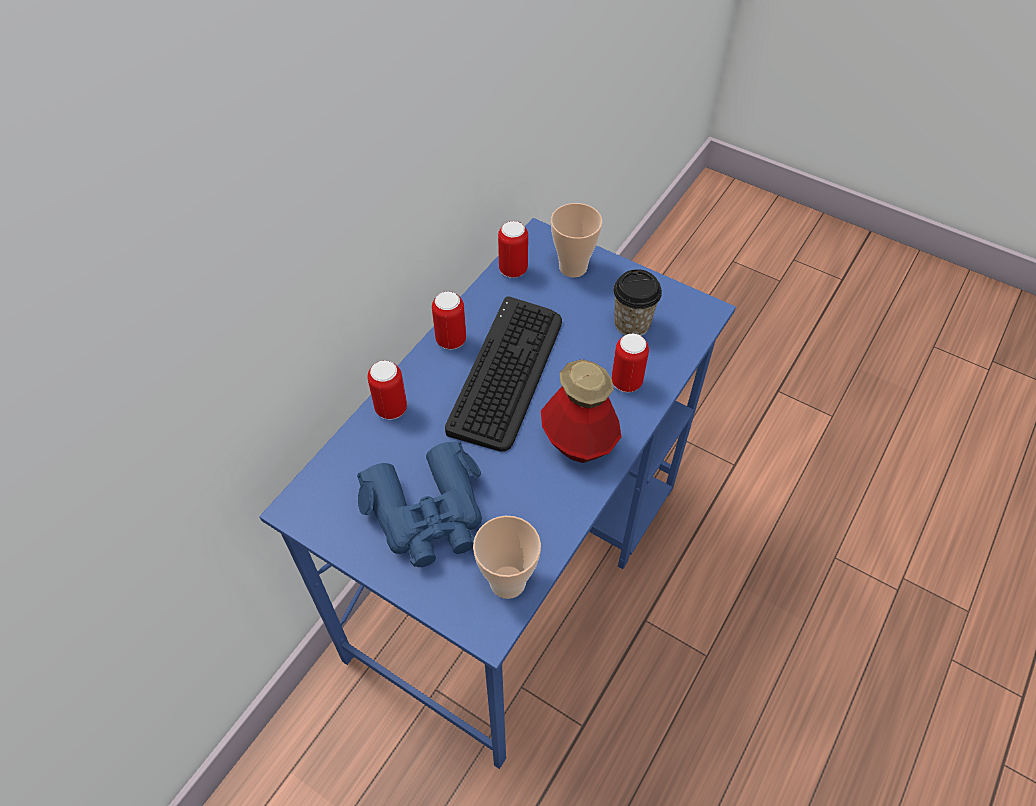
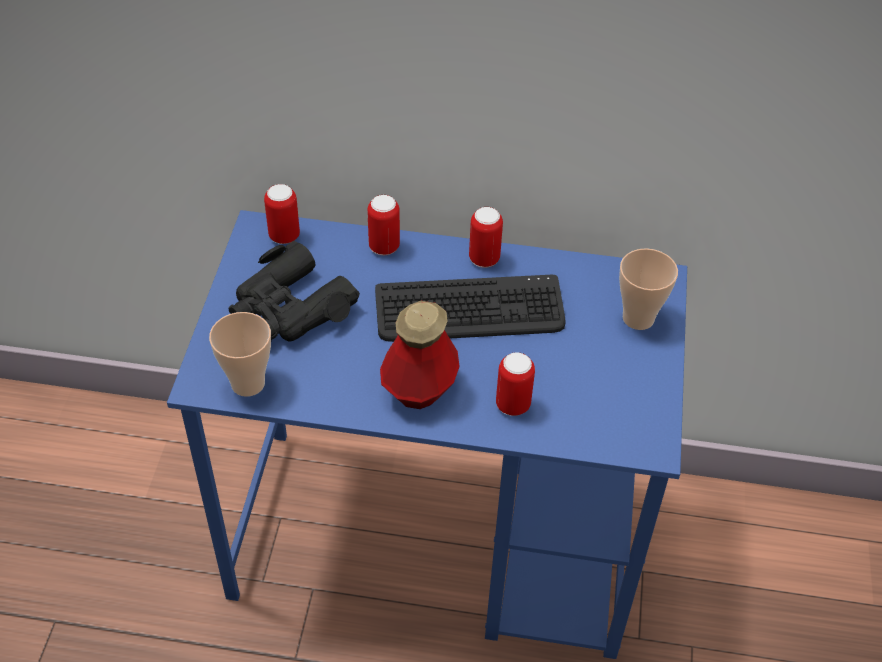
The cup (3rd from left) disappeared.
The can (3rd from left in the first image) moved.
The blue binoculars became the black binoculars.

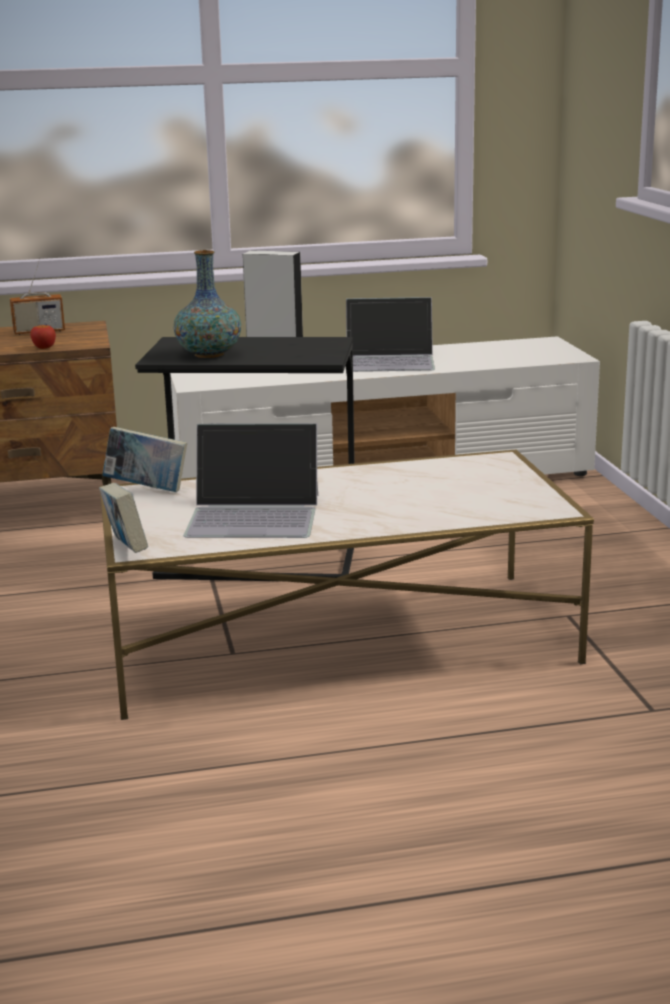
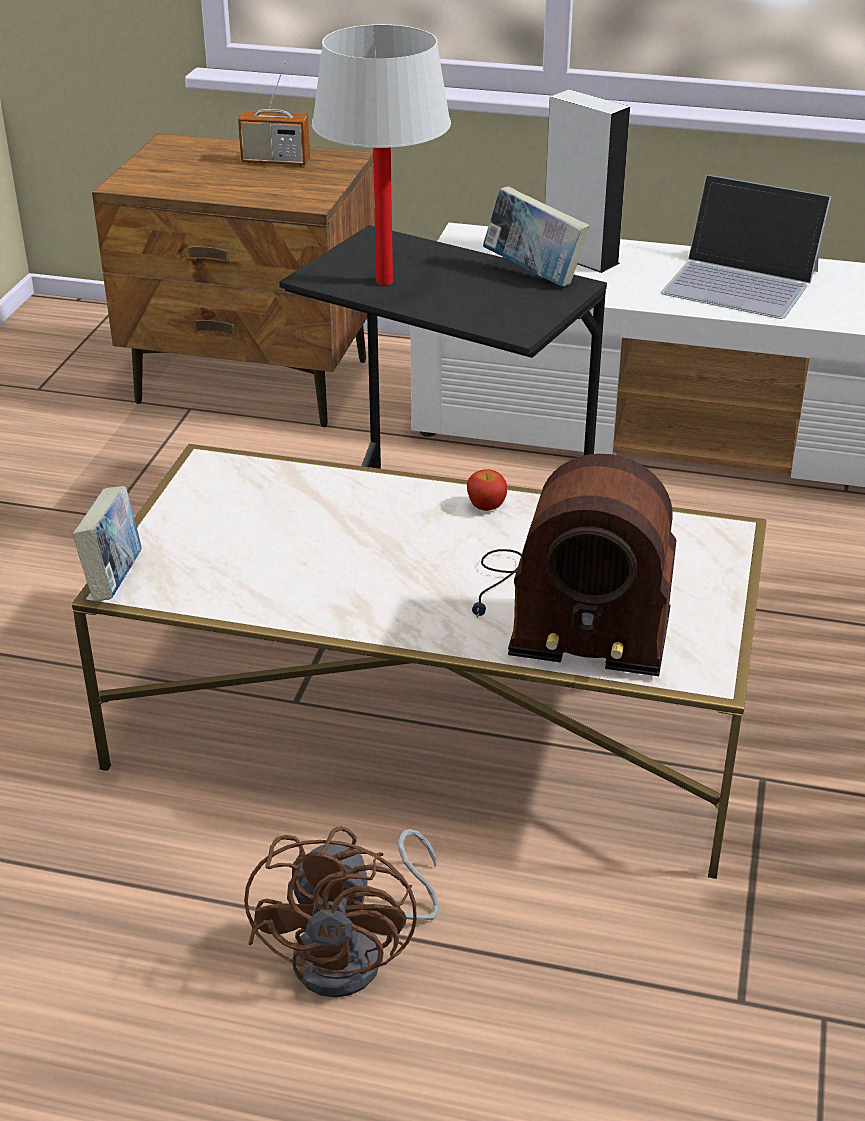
The laptop (1st from left) disappeared.
The brown fan appeared.
The radio (2nd from left) appeared.
The apple moved.
The book (2nd from left) moved.
The vase was replaced by the white table lamp.

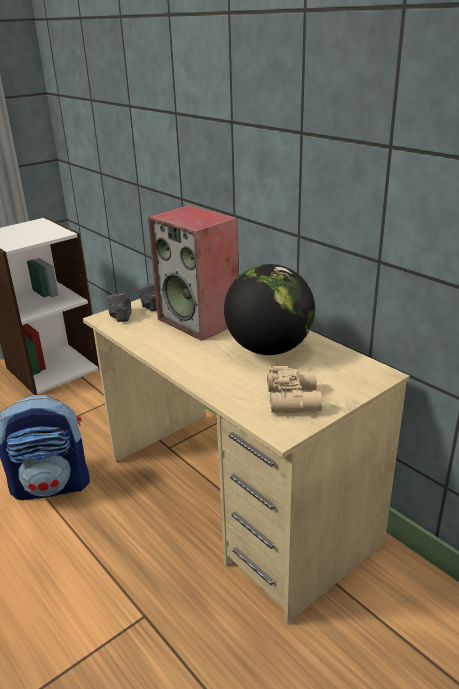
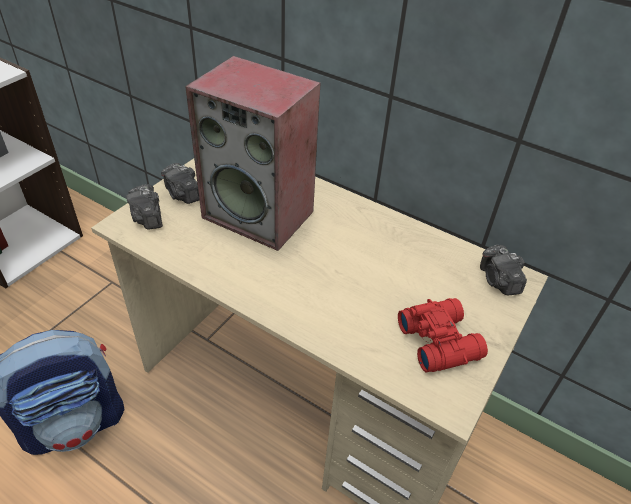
The globe disappeared.
The photo camera (3rd from left) appeared.
The beige binoculars became the red binoculars.

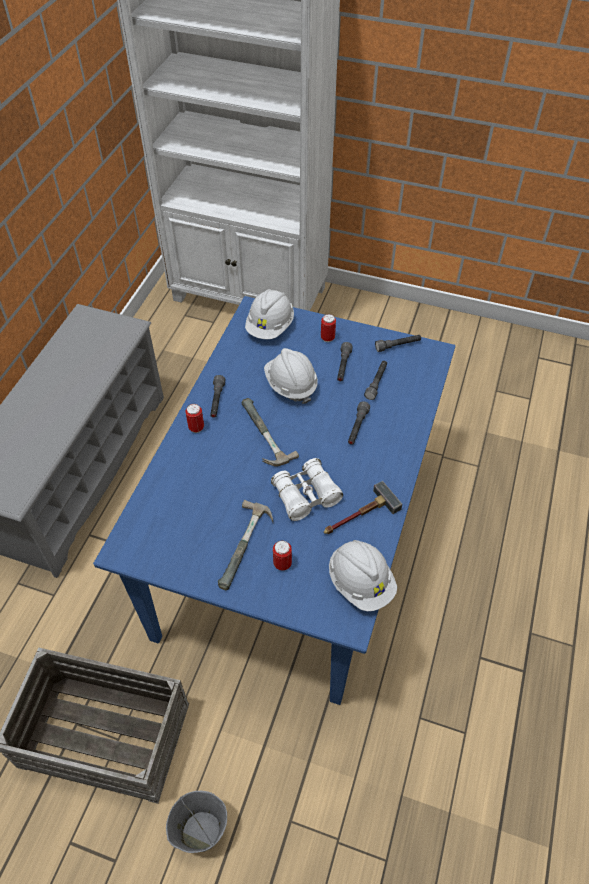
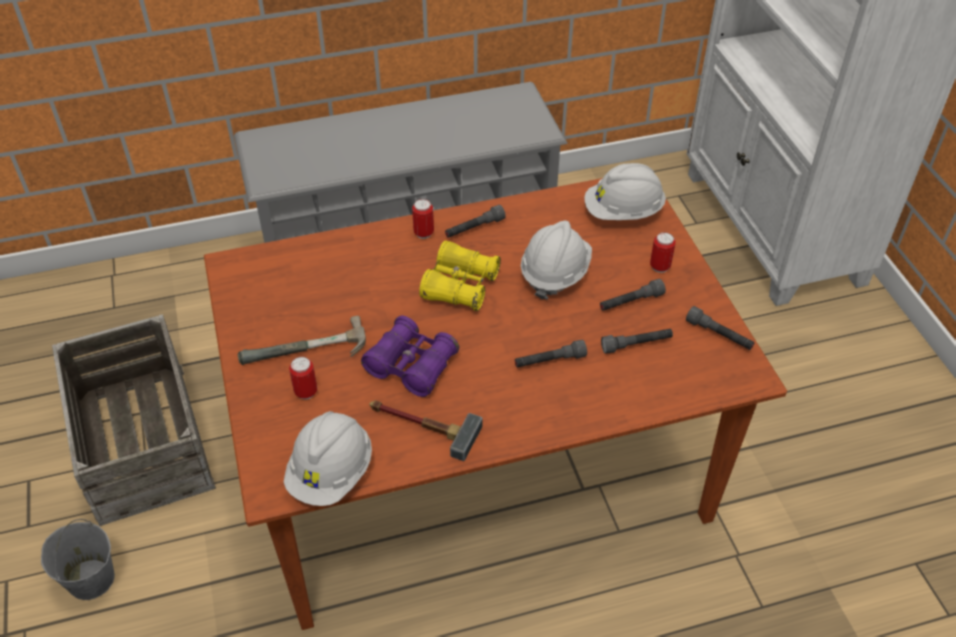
The hammer (2nd from left) was replaced by the yellow binoculars.
The blue dining table became the brown dining table.
The white binoculars became the purple binoculars.

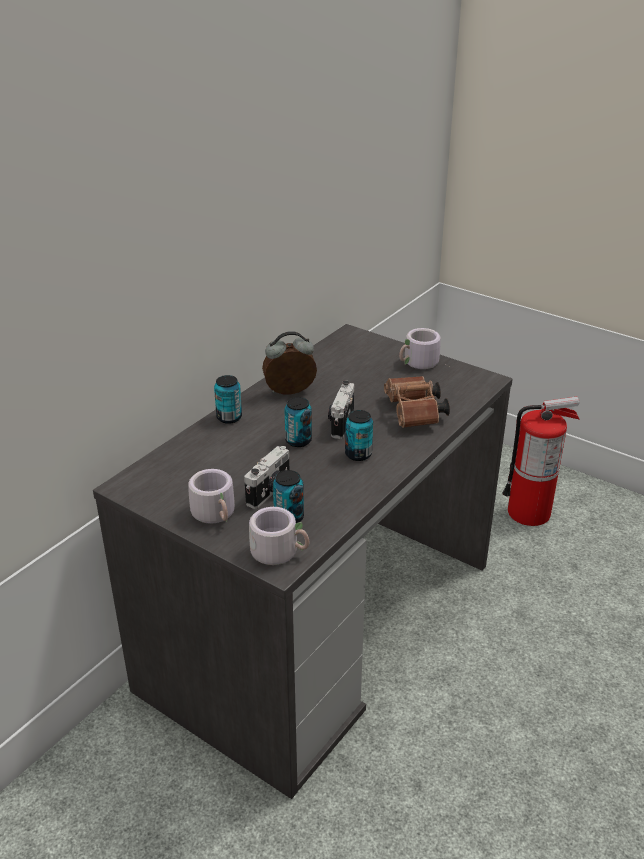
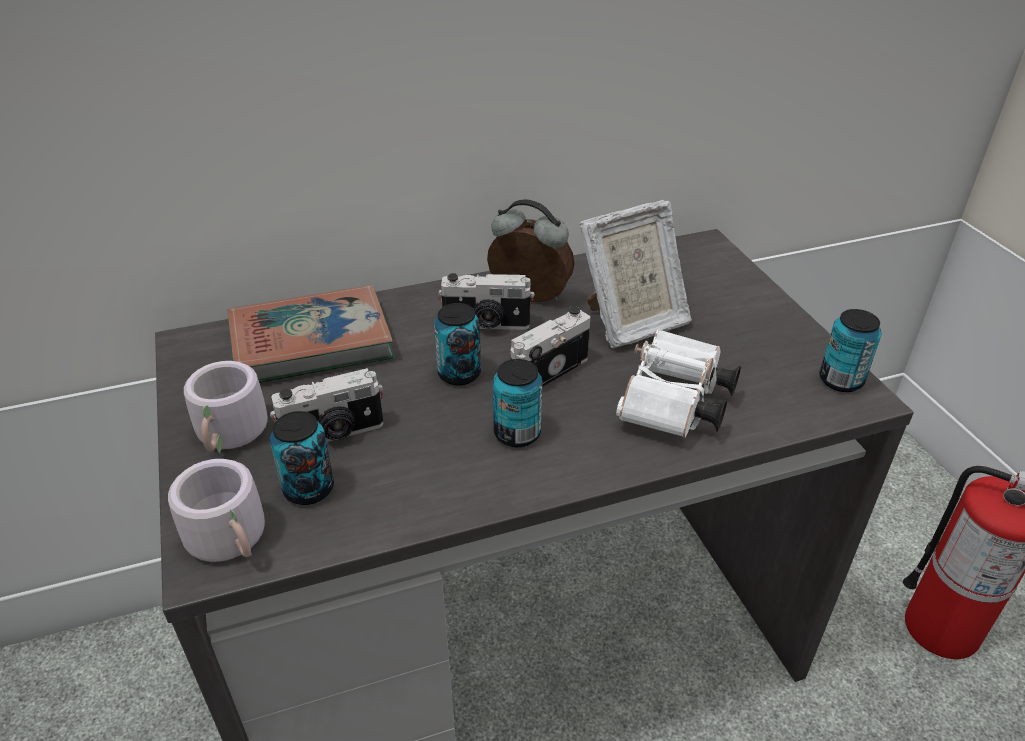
The grey mug (3rd from left) disappeared.
The book appeared.
The photo camera (2nd from left) appeared.
The picture frame appeared.
The can (1st from left in the first image) moved.
The brown binoculars became the white binoculars.

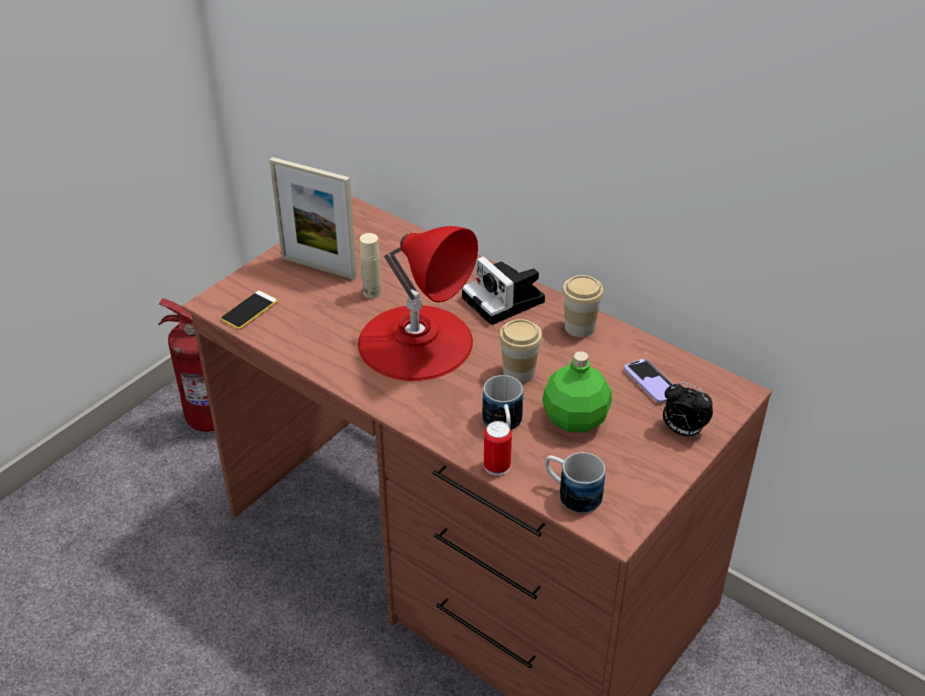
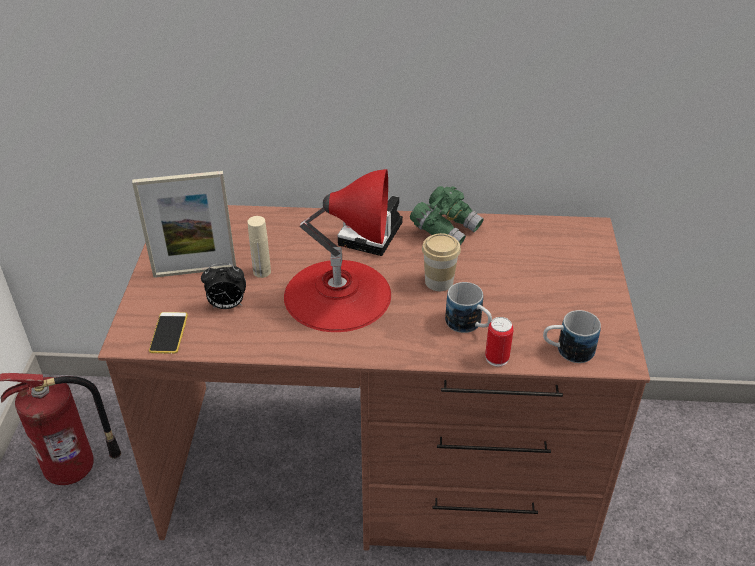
The green bottle disappeared.
The phone (2nd from left) disappeared.
The alarm clock moved.
The cup (2nd from left) was replaced by the green binoculars.

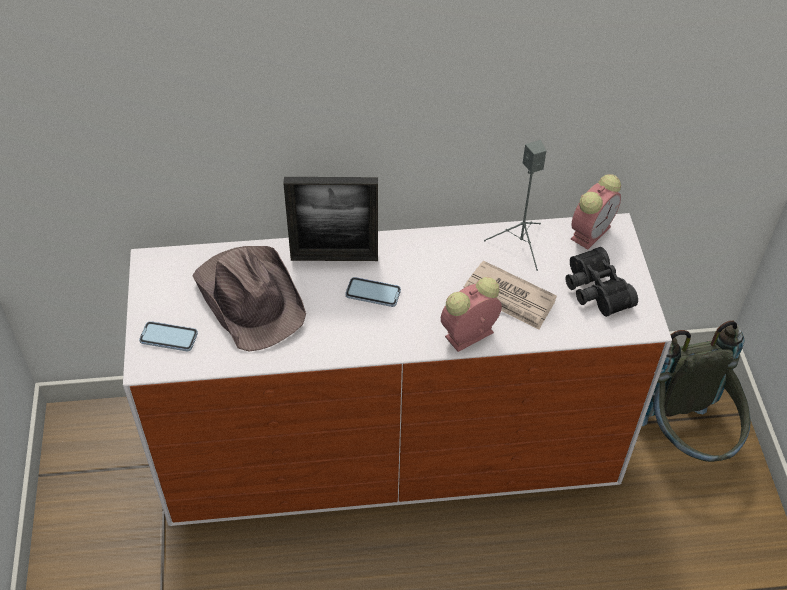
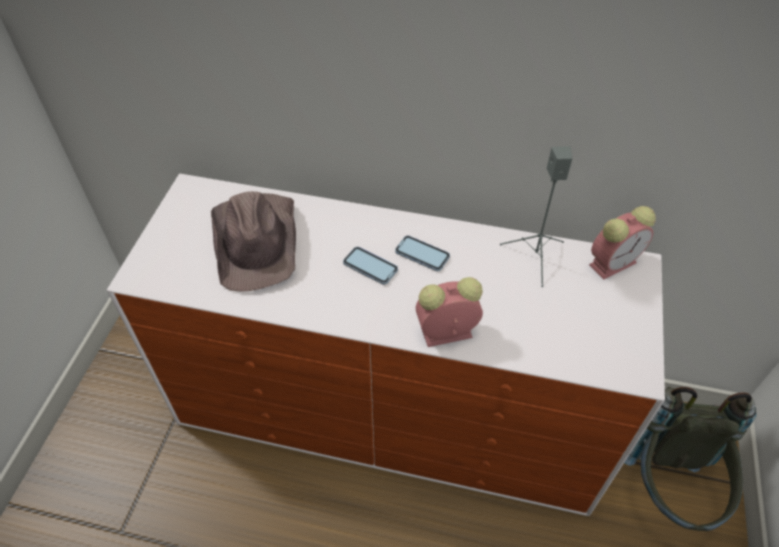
The picture frame disappeared.
The newspaper disappeared.
The black binoculars disappeared.
The phone (1st from left in the first image) moved.

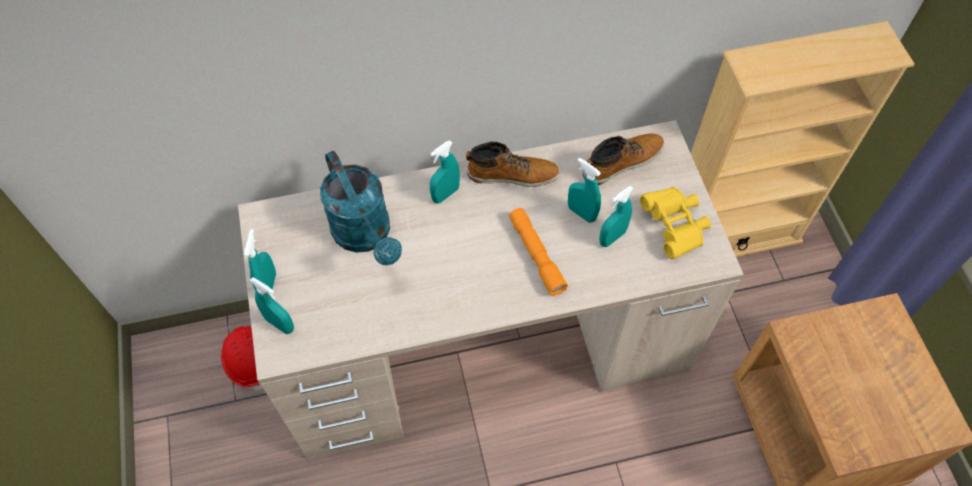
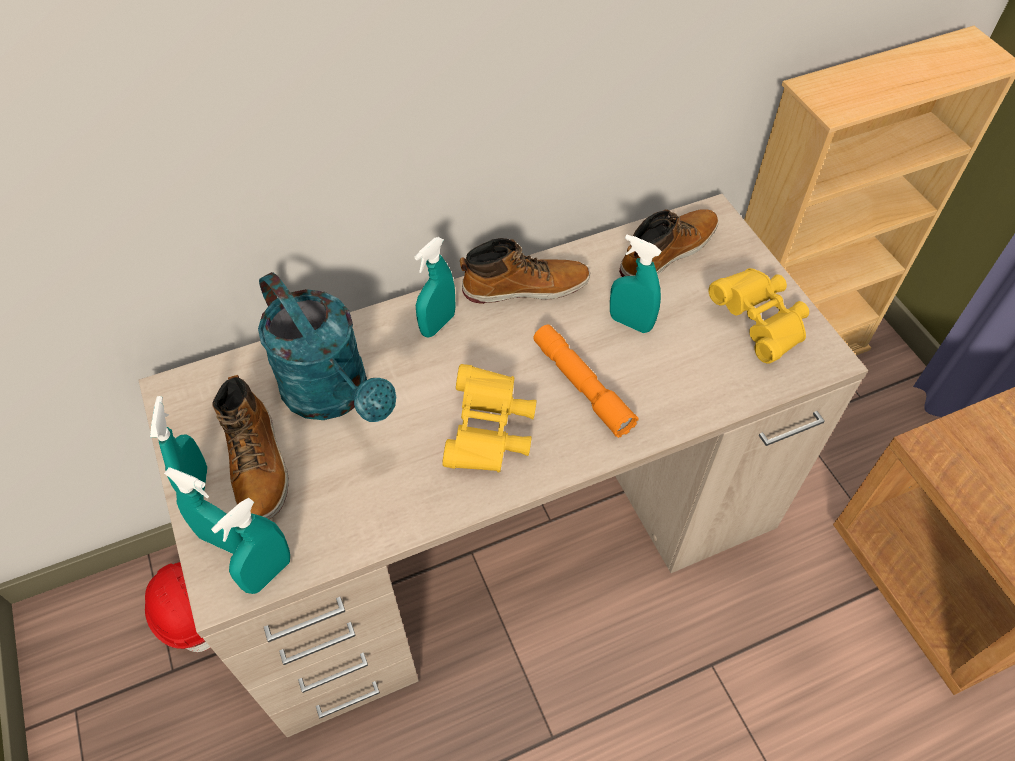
The boot (1st from left) appeared.
The yellow binoculars (1st from left) appeared.
The turquoise spray bottle (5th from left in the first image) moved.

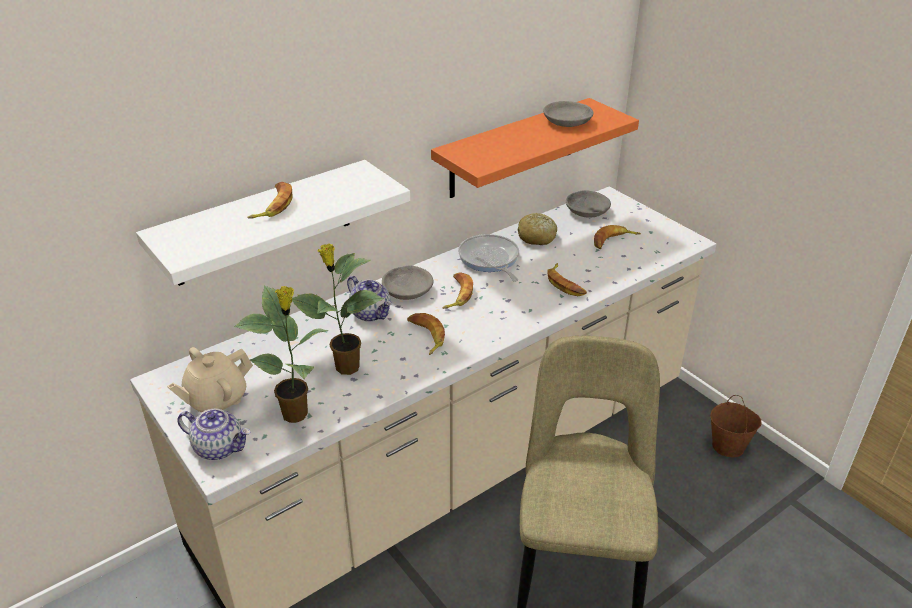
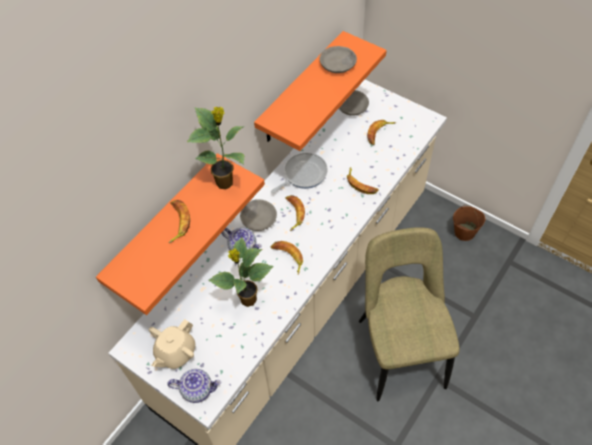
The bread disappeared.
The potted plant (1st from left) moved.
The white shelf became the orange shelf (1st from left).
The frying pan turned 90 degrees clockwise.

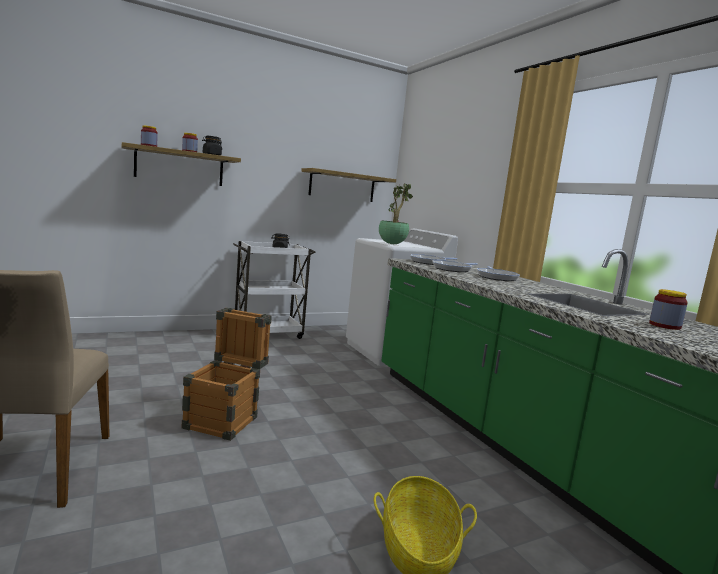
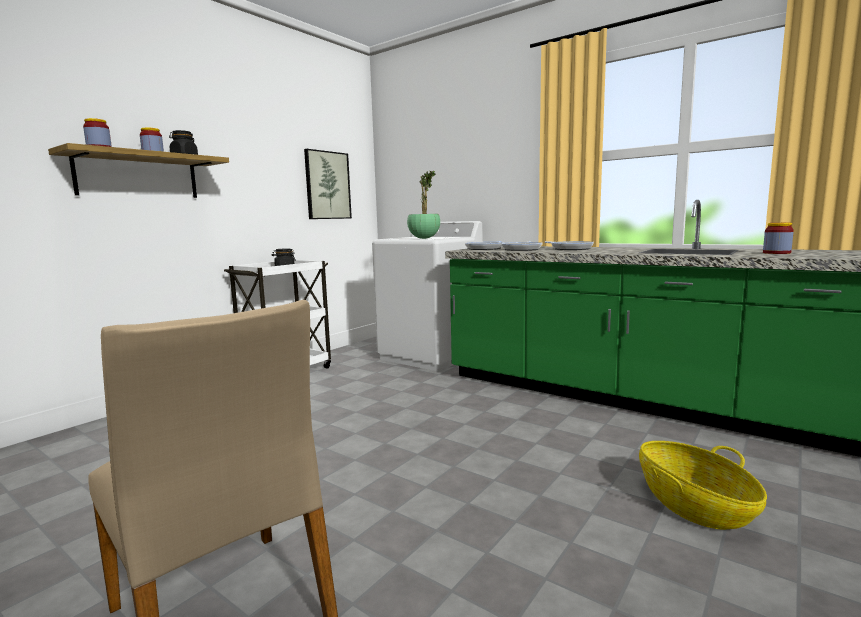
The crate disappeared.
The shelf (2nd from left) was replaced by the picture.

